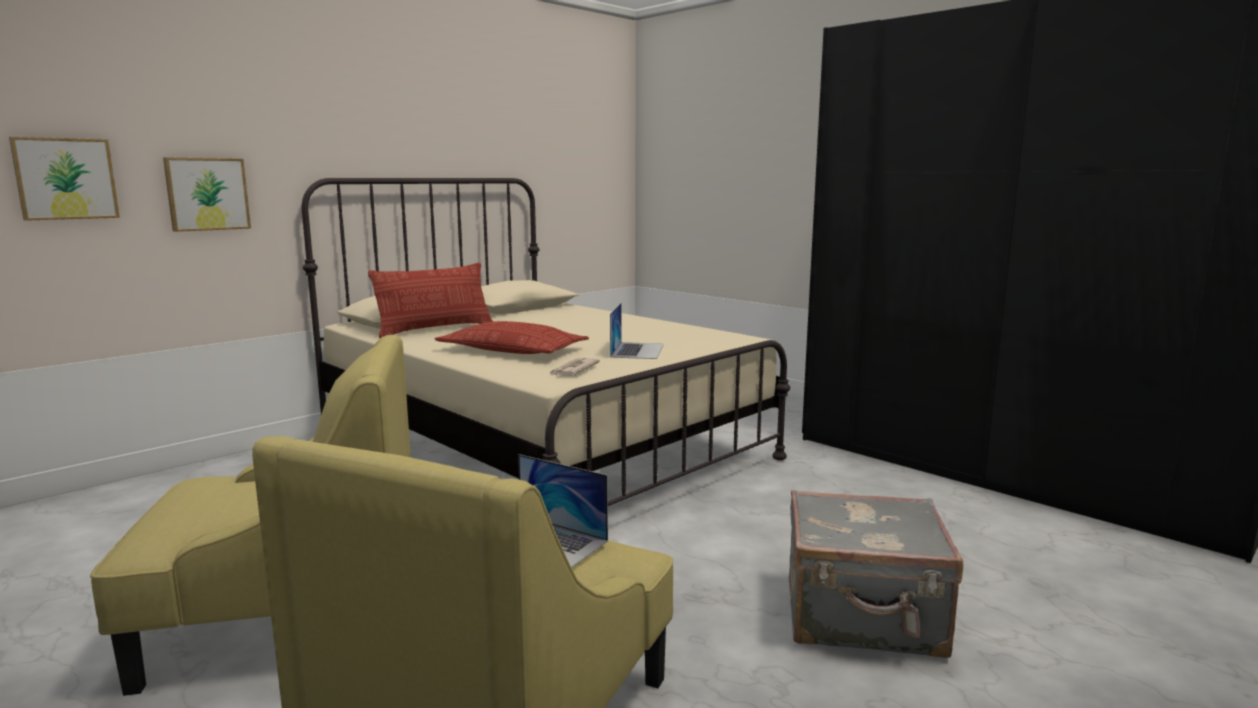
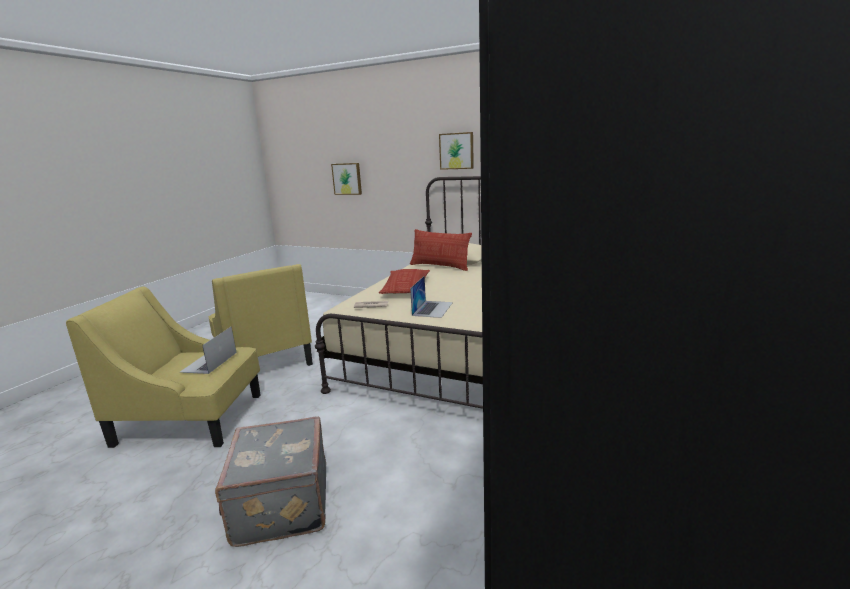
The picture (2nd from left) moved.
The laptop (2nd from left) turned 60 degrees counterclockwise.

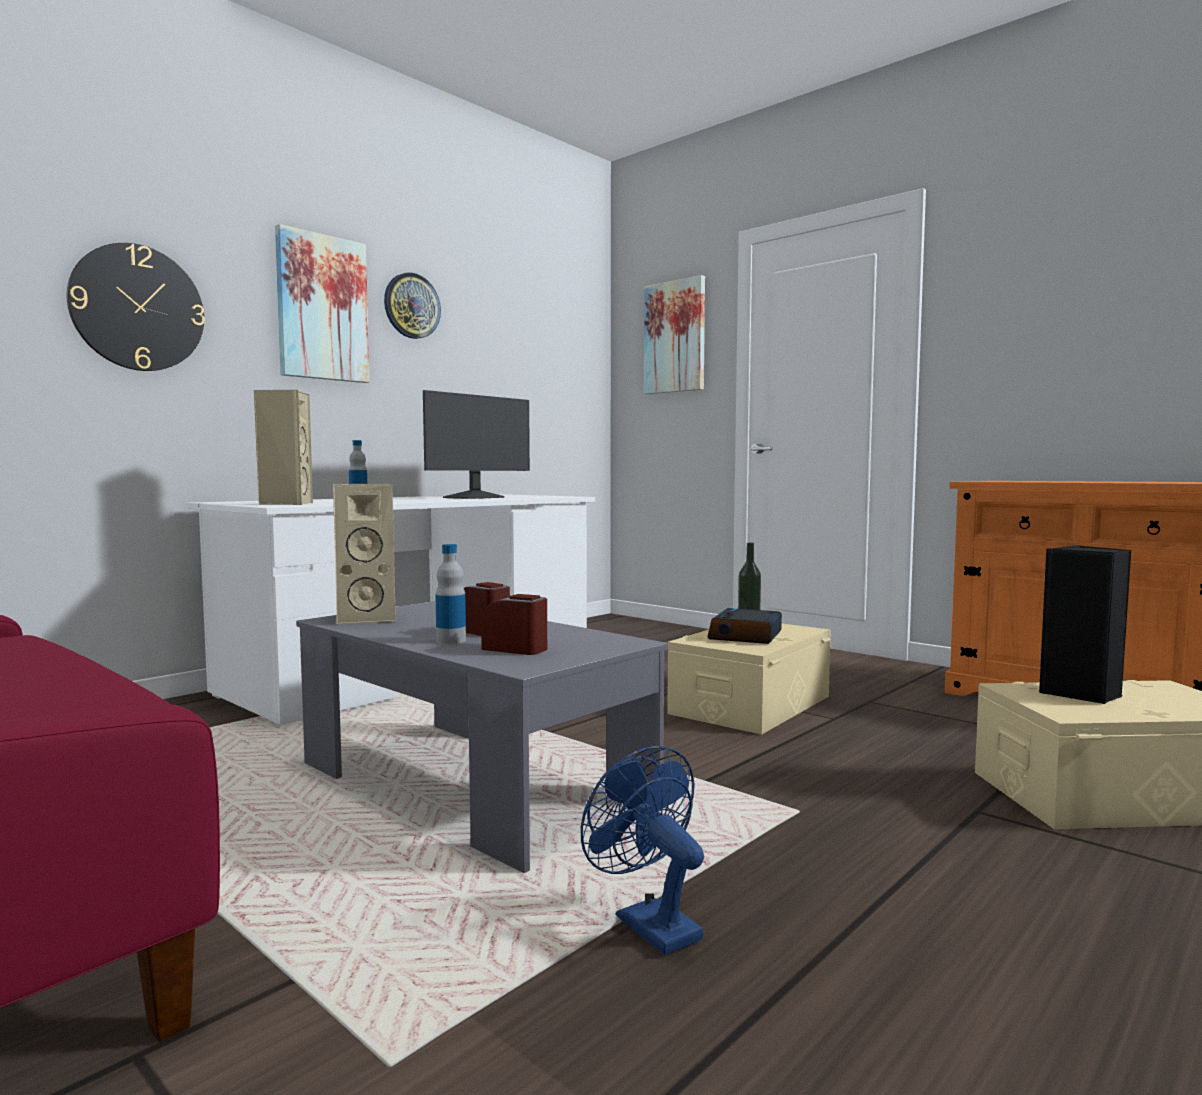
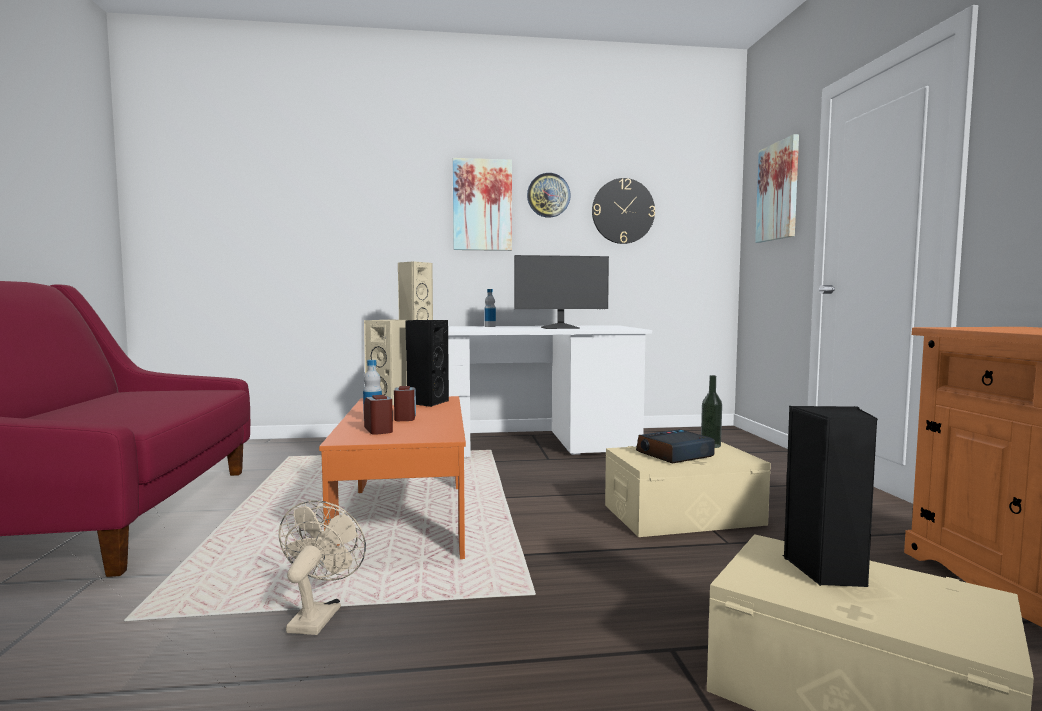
The black speaker (1st from left) appeared.
The wall clock (1st from left in the first image) moved.
The grey coffee table became the orange coffee table.
The blue fan became the beige fan.

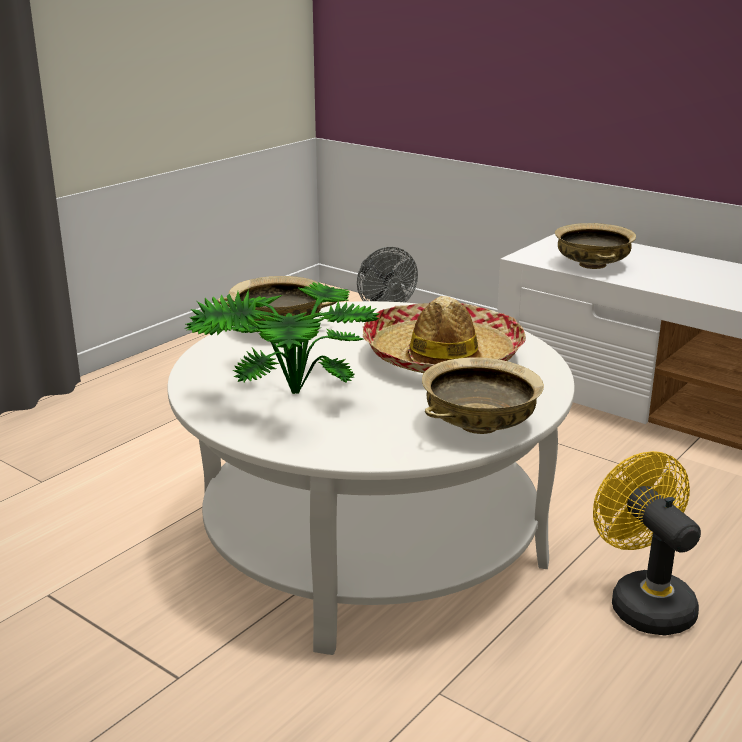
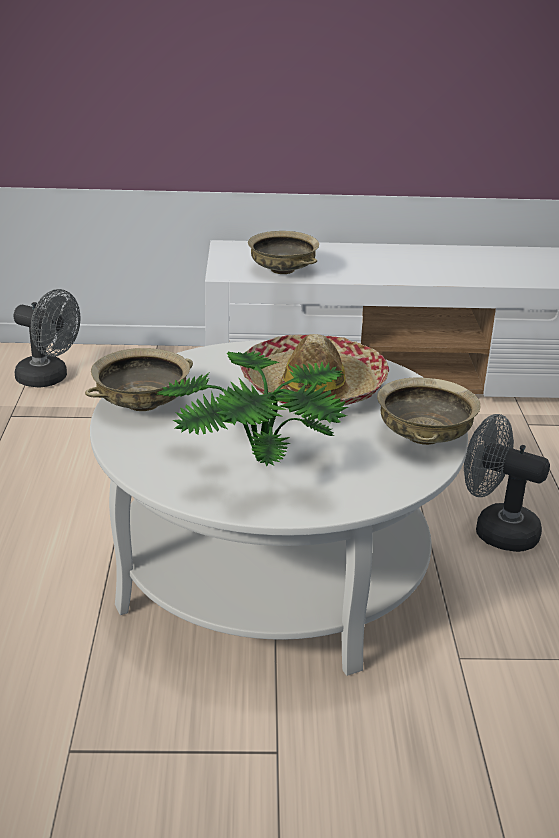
The yellow fan became the grey fan (2nd from left).

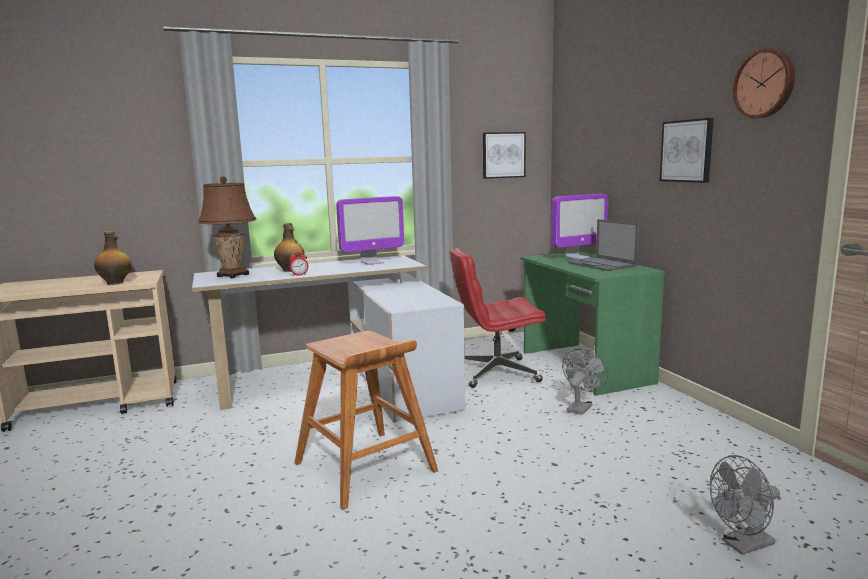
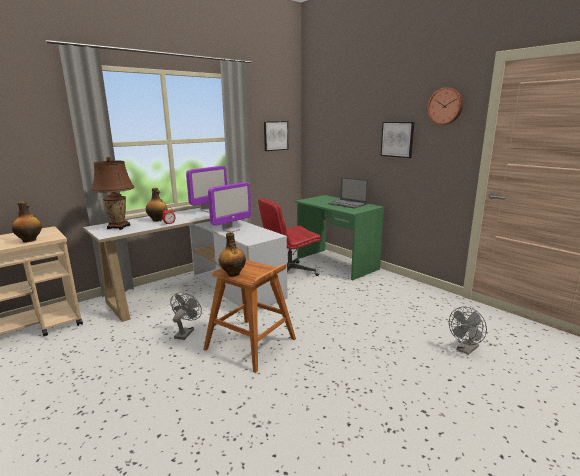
The bottle (3rd from left) appeared.
The monitor (2nd from left) moved.
The grey fan (1st from left) moved.

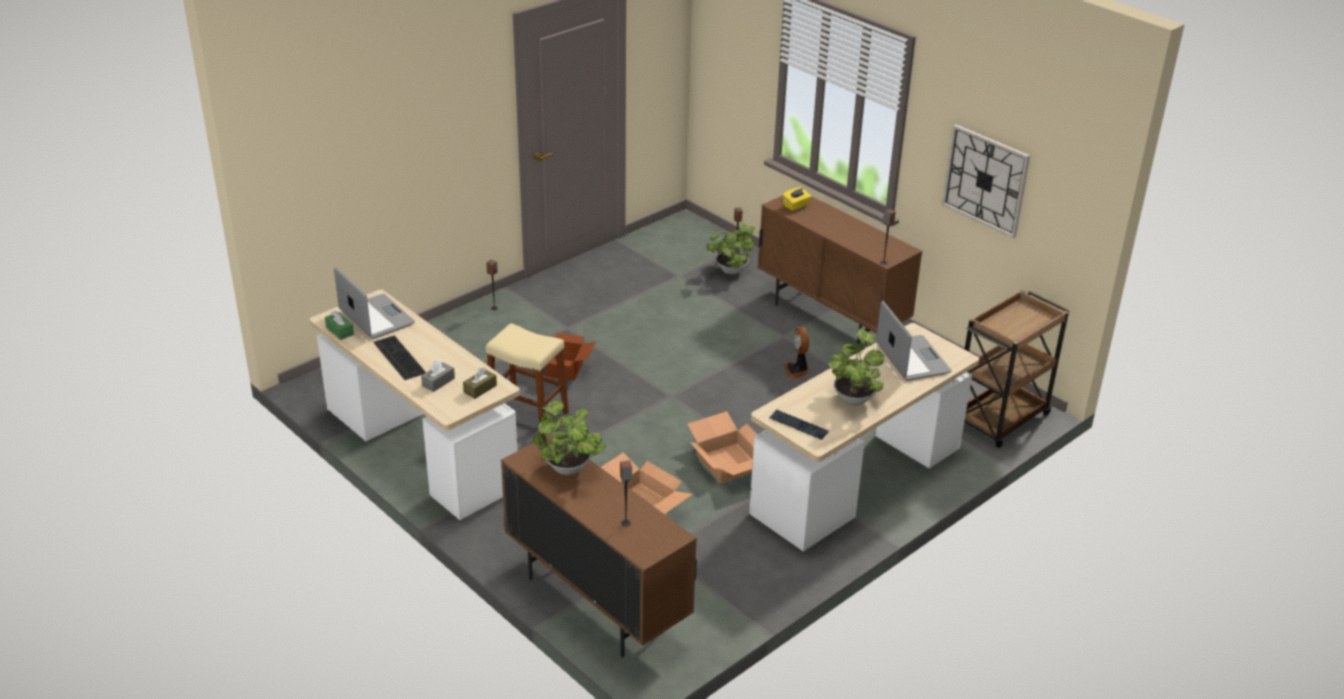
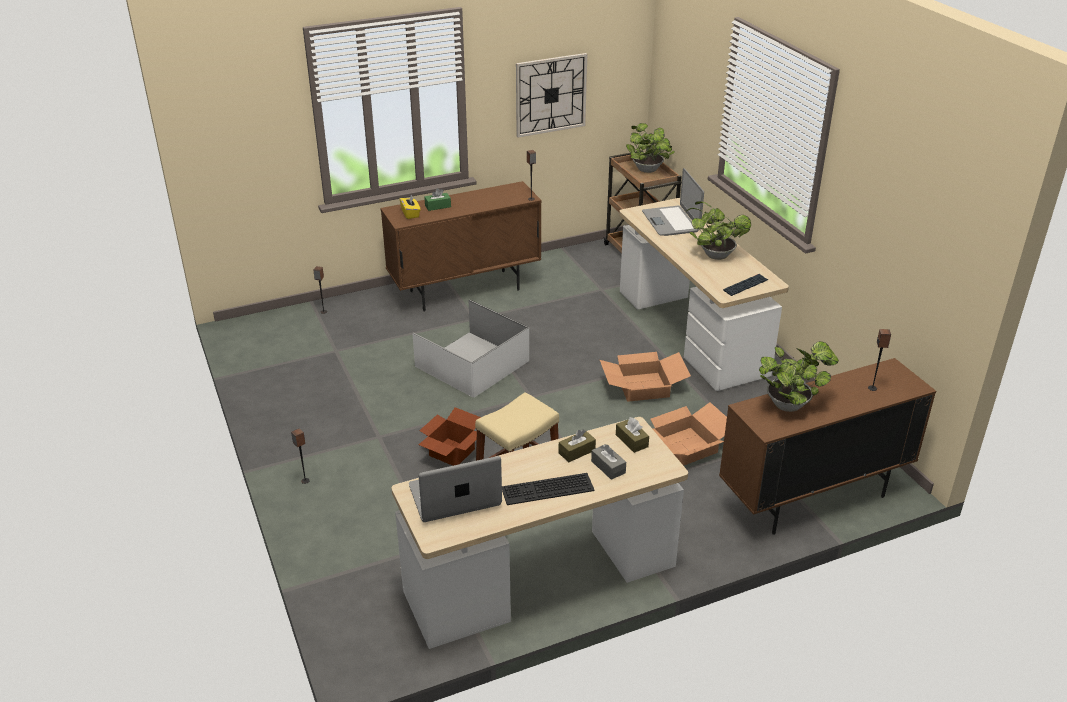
The fan disappeared.
The white storage box appeared.
The brown tissue box (1st from left) appeared.
The green tissue box moved.
The potted plant (2nd from left in the first image) moved.
The laptop (2nd from left) turned 105 degrees counterclockwise.

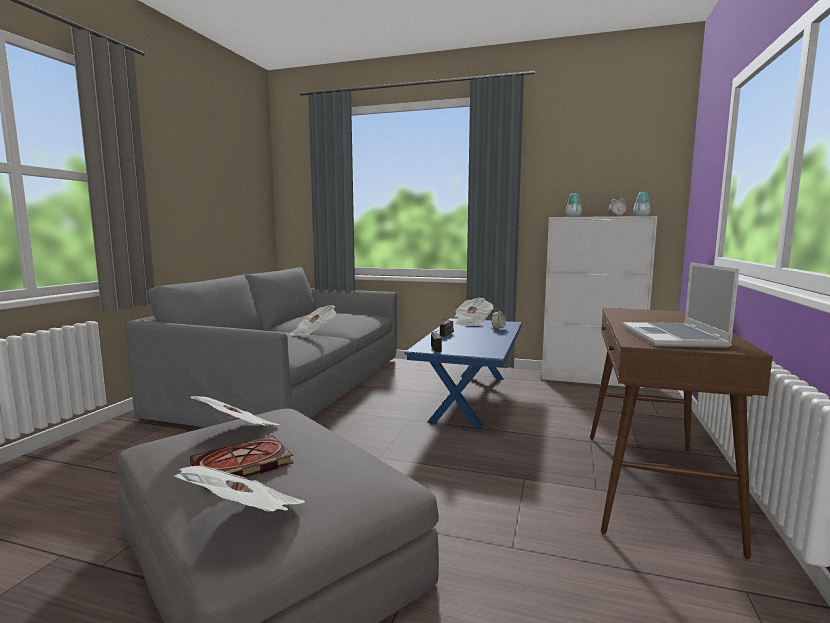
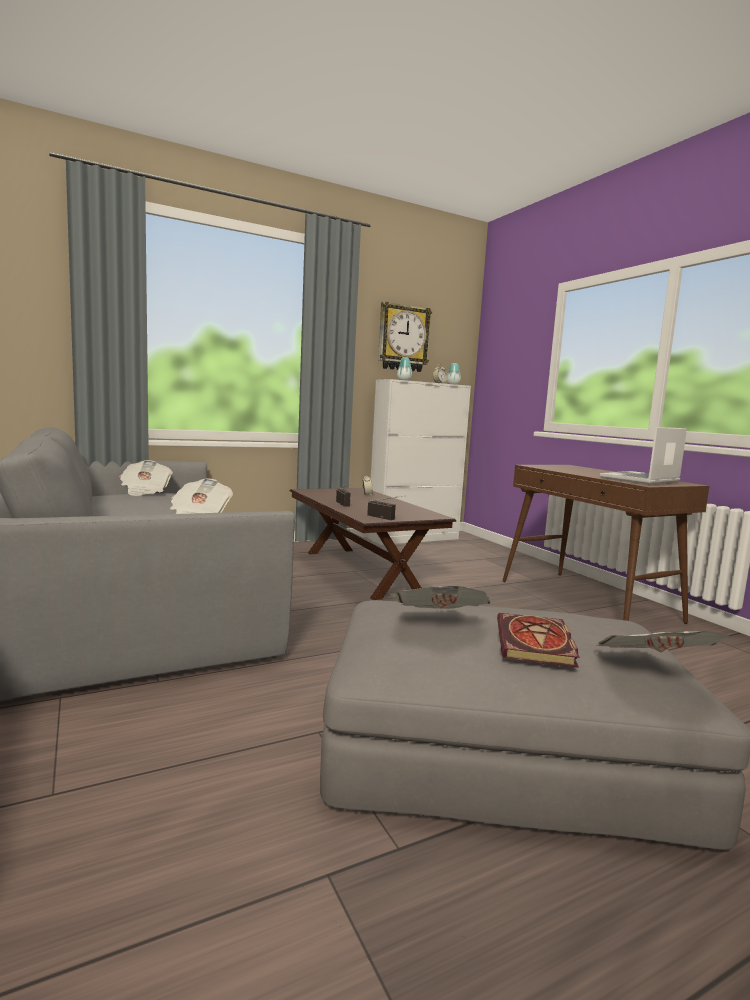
The wall clock appeared.
The newspaper (4th from left in the first image) moved.
The blue coffee table became the brown coffee table.
The laptop turned 90 degrees clockwise.

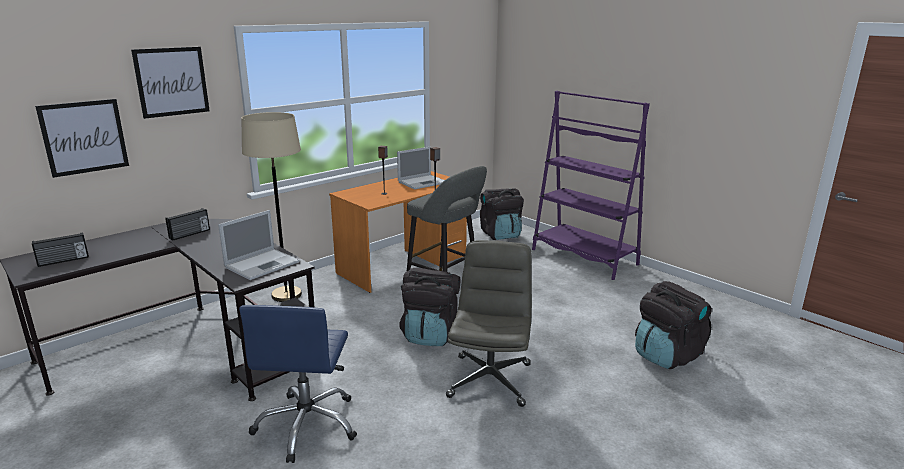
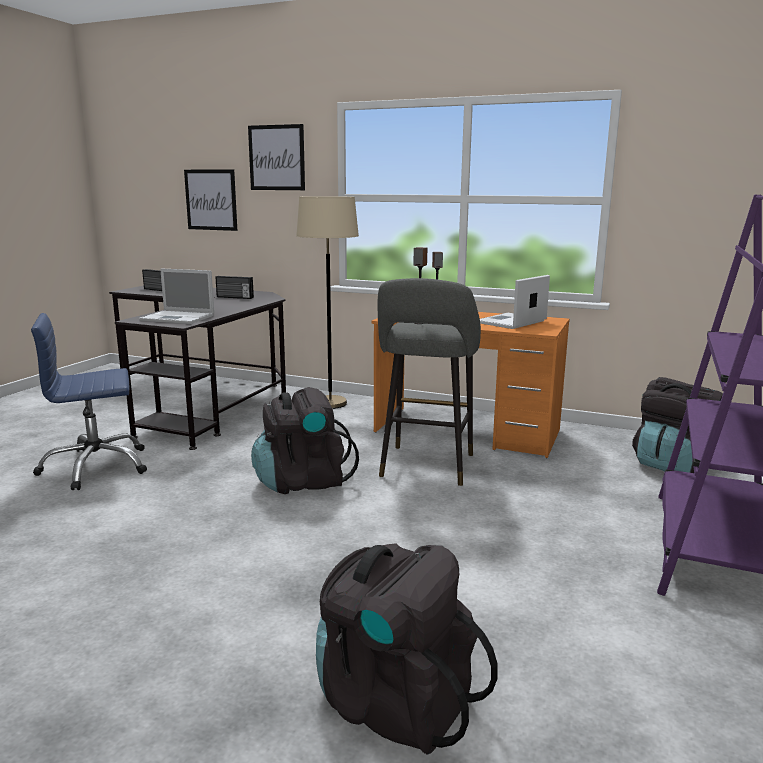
The grey office chair disappeared.
The laptop (2nd from left) turned 105 degrees clockwise.

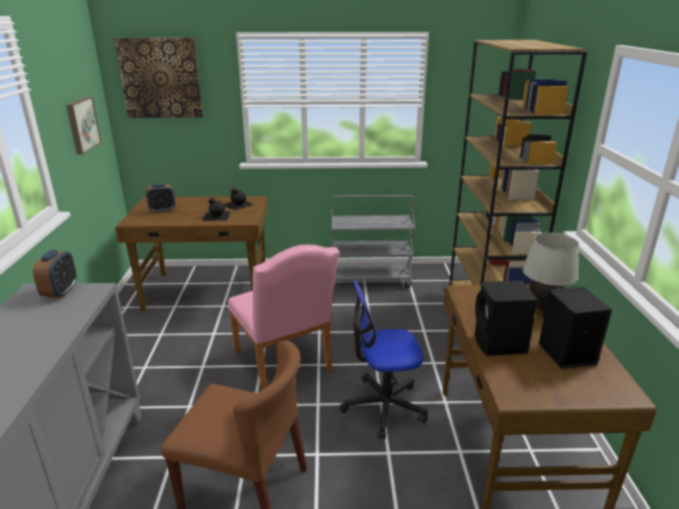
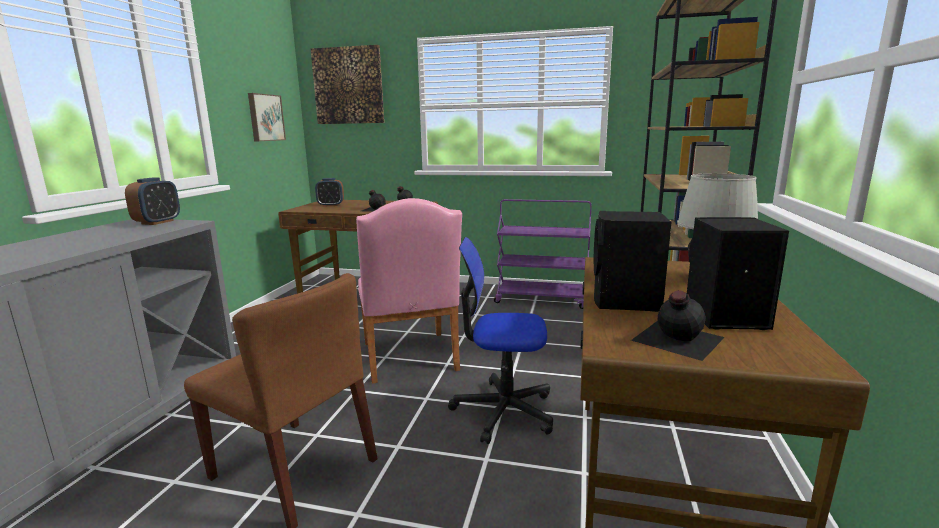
The black bottle (3rd from left) appeared.
The grey cart became the purple cart.

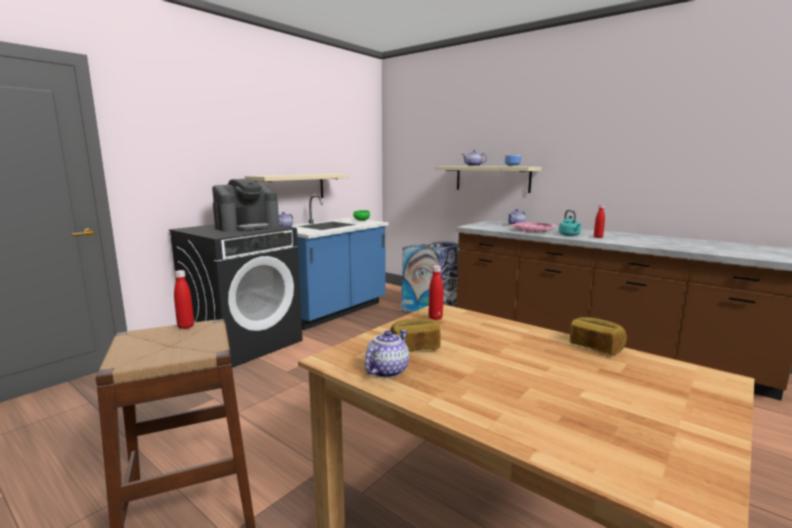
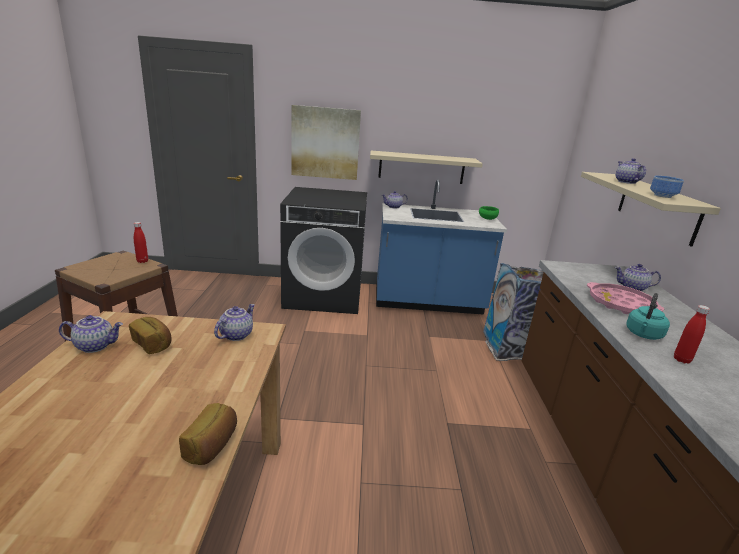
The coffee machine disappeared.
The picture appeared.
The red bottle (2nd from left) was replaced by the teapot (2nd from left).

